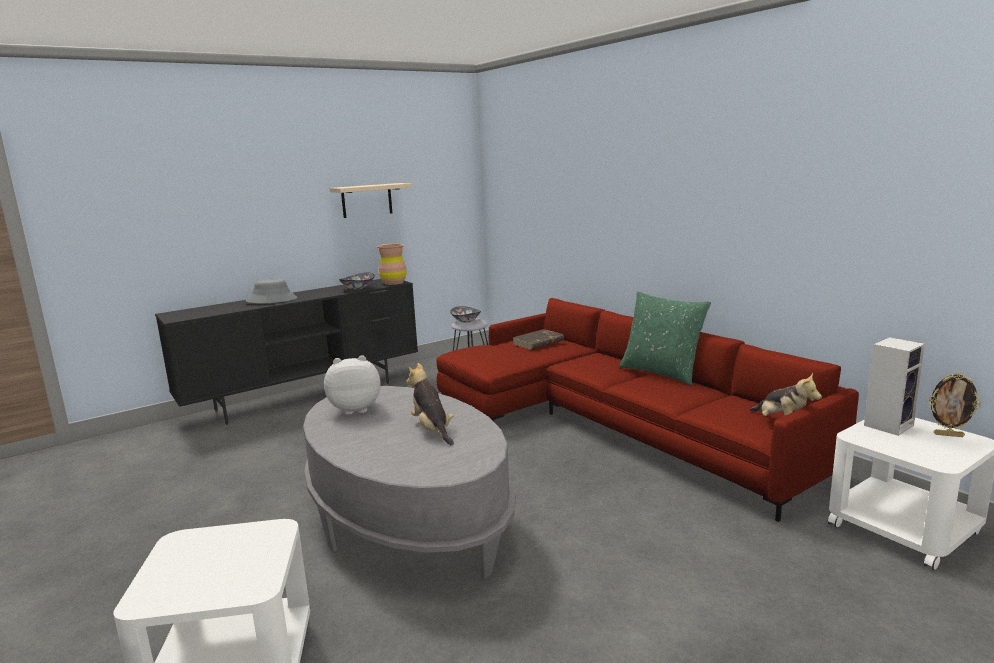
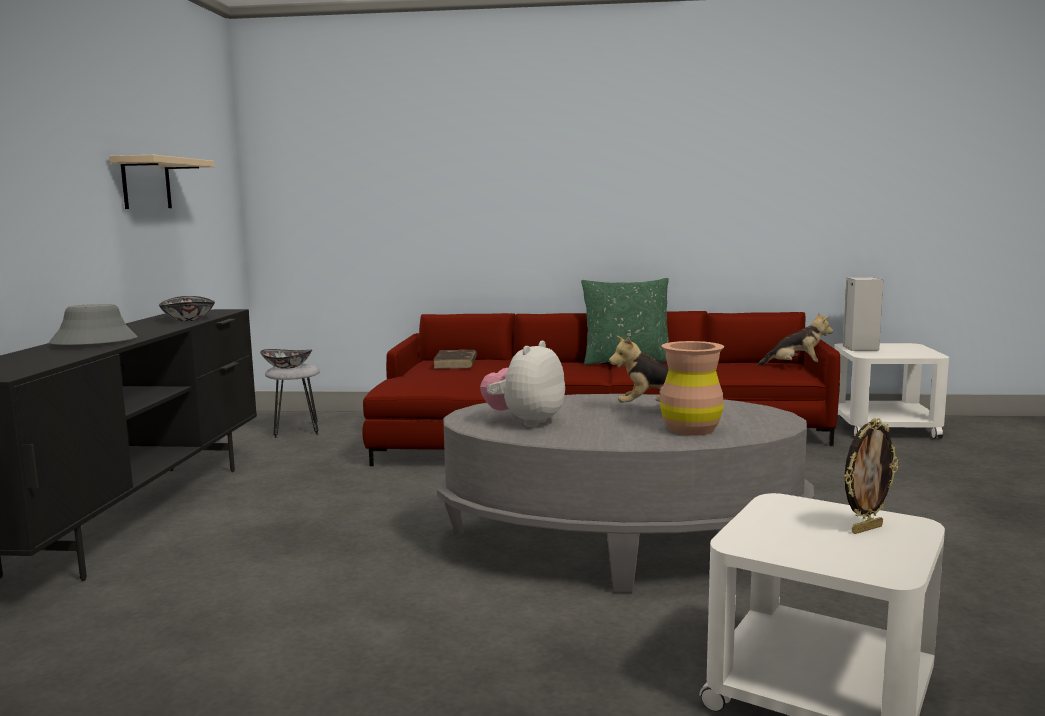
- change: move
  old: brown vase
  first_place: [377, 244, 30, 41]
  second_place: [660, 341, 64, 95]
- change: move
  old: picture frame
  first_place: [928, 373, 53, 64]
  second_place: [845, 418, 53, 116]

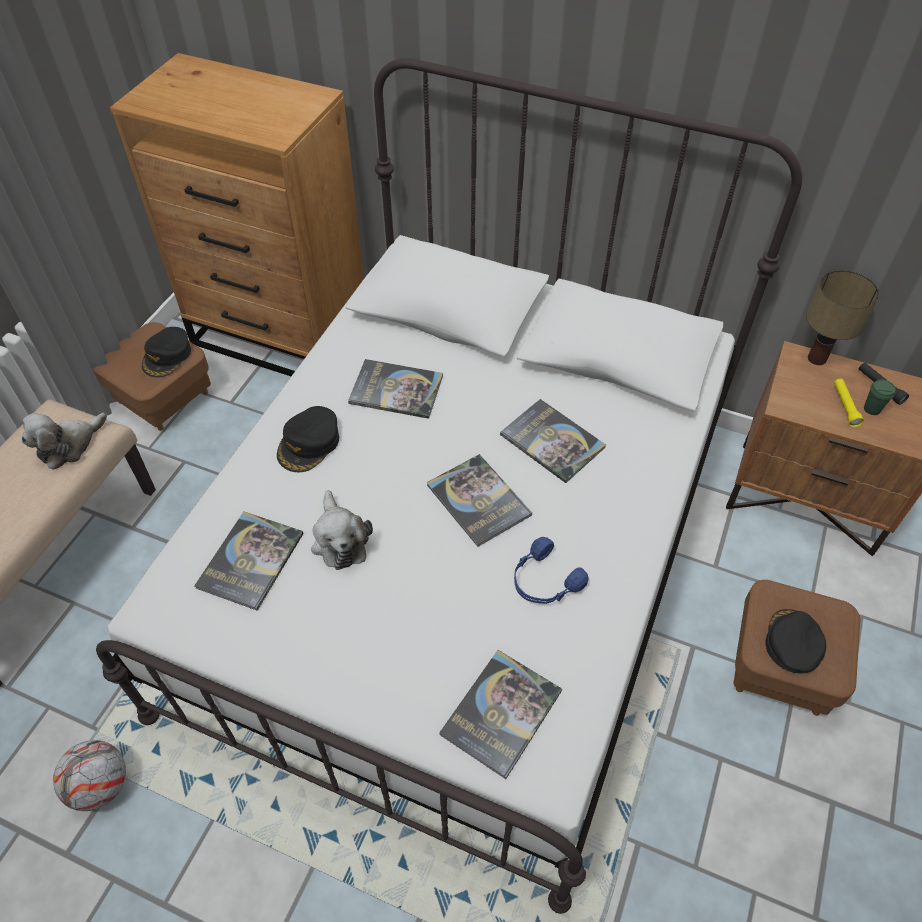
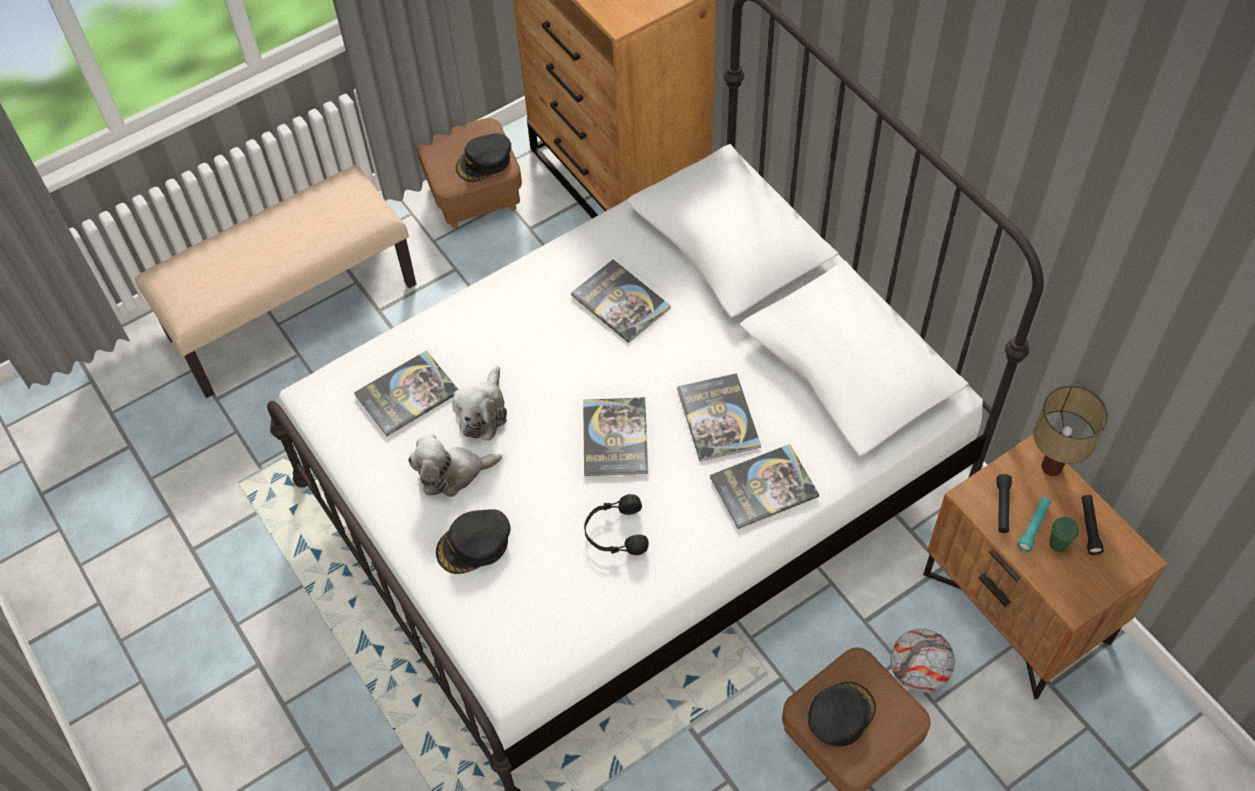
- change: recolor
  old: yellow flashlight
  new: turquoise flashlight
  first_place: [834, 379, 30, 48]
  second_place: [1017, 497, 34, 56]
- change: move
  old: black cap
  first_place: [277, 406, 62, 66]
  second_place: [436, 509, 74, 65]
- change: move
  old: plush toy
  first_place: [22, 413, 85, 57]
  second_place: [408, 434, 94, 63]
- change: recolor
  old: blue headphones
  new: black headphones
  first_place: [514, 537, 75, 67]
  second_place: [584, 494, 65, 61]
- change: move
  old: book
  first_place: [439, 650, 123, 129]
  second_place: [710, 444, 109, 85]
- change: move
  old: football
  first_place: [53, 740, 73, 71]
  second_place: [891, 629, 64, 64]
- change: insert
  new: black flashlight
  second_place: [997, 474, 15, 59]

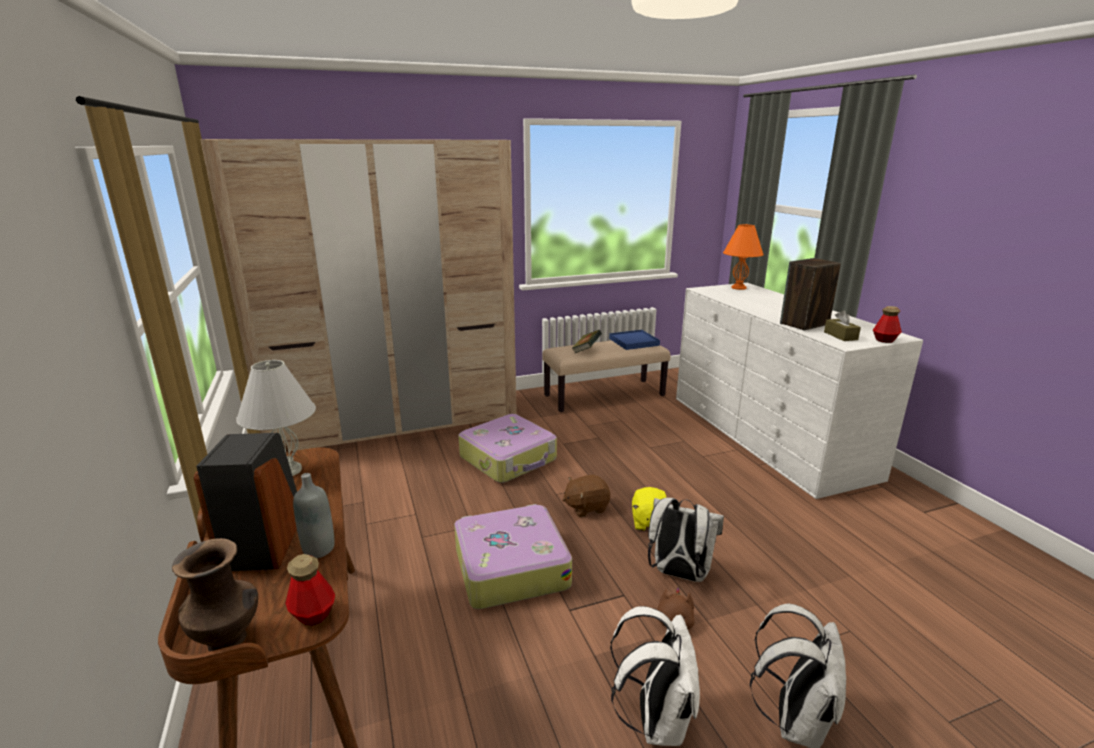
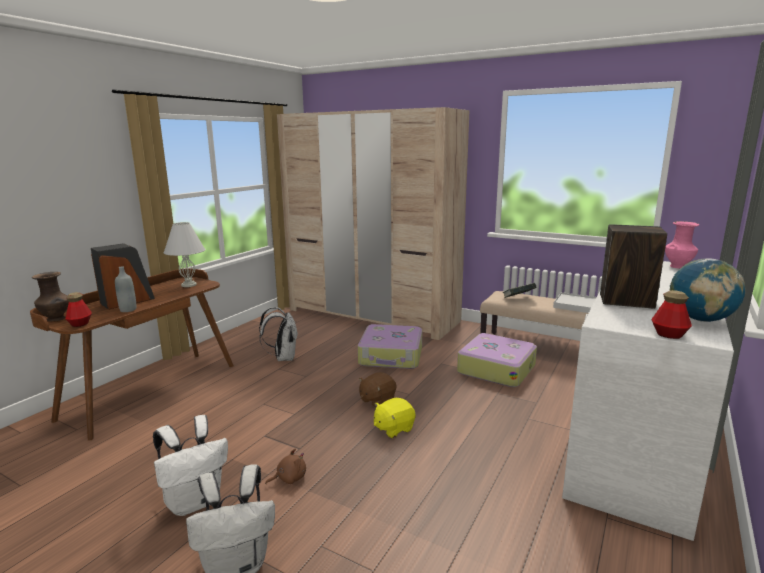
- change: replace
  old: orange table lamp
  new: pink vase
  first_place: [723, 224, 41, 66]
  second_place: [665, 221, 34, 47]
- change: delete
  old: brown tissue box
  first_place: [824, 311, 37, 30]
- change: recolor
  old: blue tray
  new: white tray
  first_place: [609, 330, 51, 20]
  second_place: [553, 292, 43, 21]
- change: rotate
  old: brown plush toy
  first_place: [562, 475, 48, 42]
  second_place: [359, 372, 37, 36]
  degrees: -75
- change: move
  old: white backpack
  first_place: [648, 498, 76, 84]
  second_place: [259, 307, 39, 54]
- change: move
  old: suitcase
  first_place: [454, 504, 118, 105]
  second_place: [457, 333, 80, 54]
- change: insert
  new: globe
  second_place: [669, 258, 76, 64]

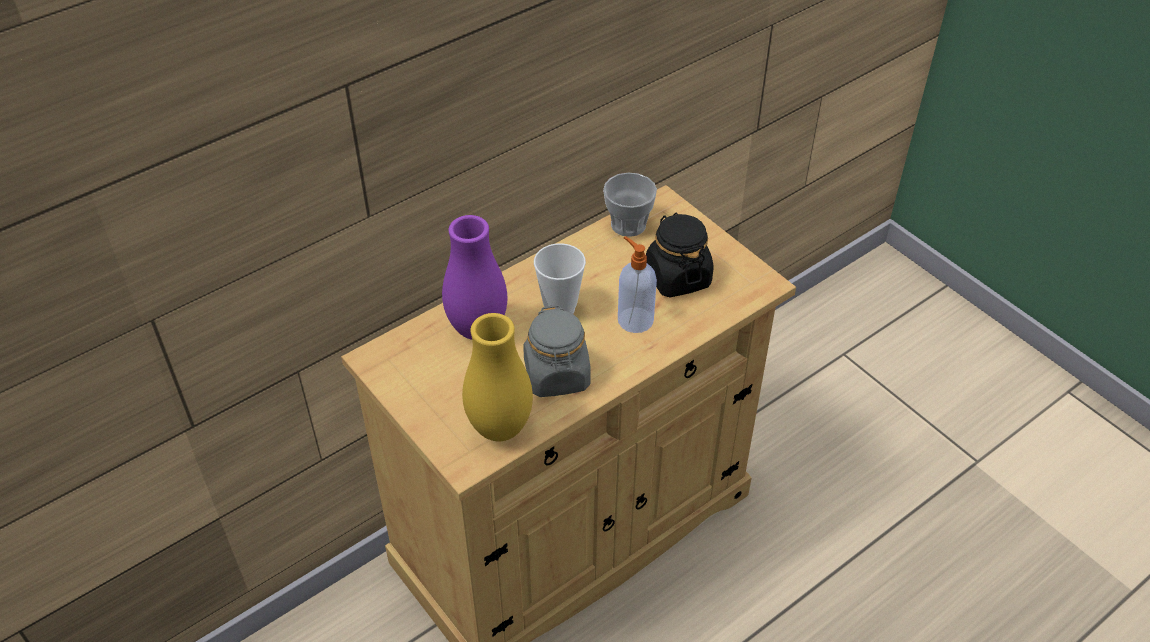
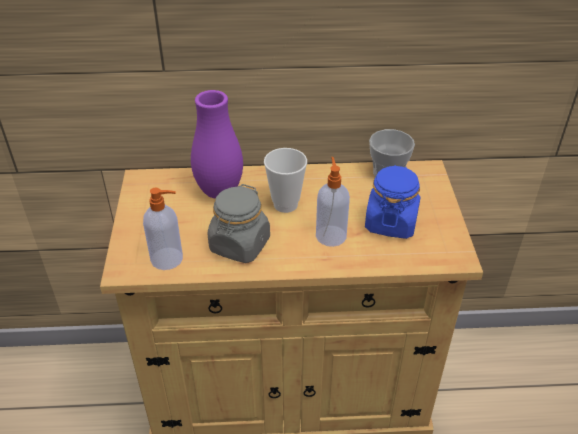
- change: recolor
  old: black jar
  new: blue jar
  first_place: [646, 213, 68, 84]
  second_place: [365, 165, 55, 74]
- change: replace
  old: yellow vase
  new: soap dispenser
  first_place: [462, 313, 71, 129]
  second_place: [143, 188, 40, 82]

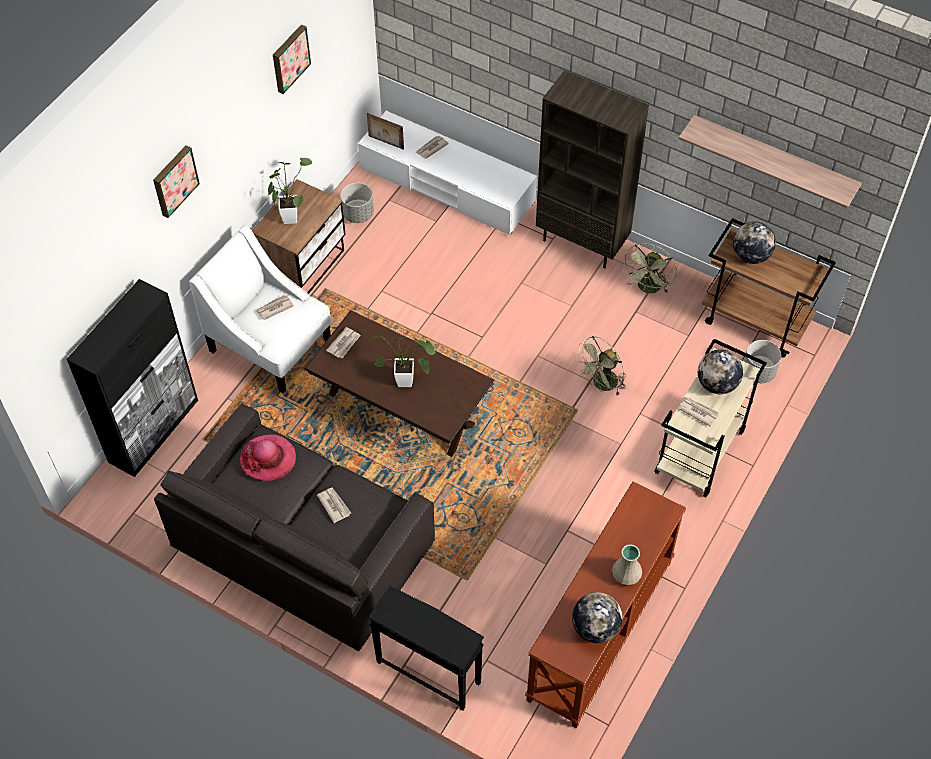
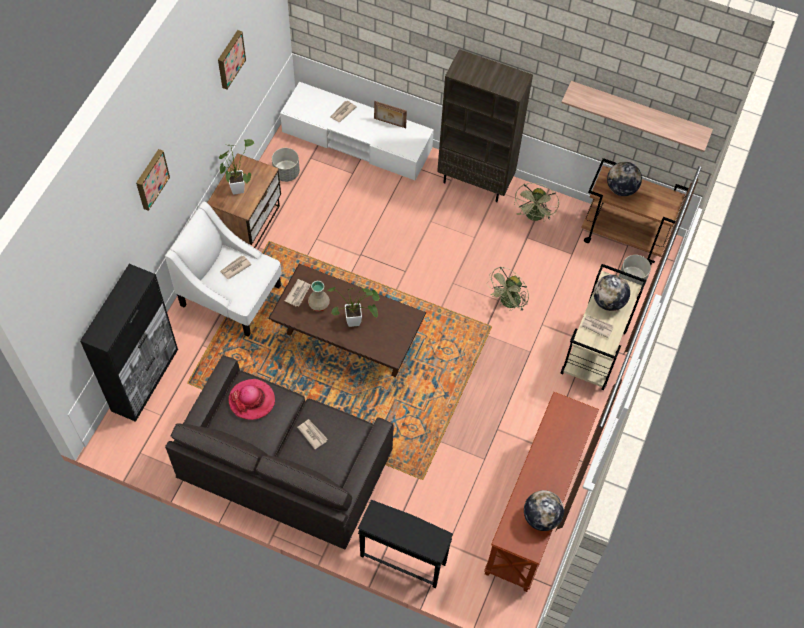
- change: move
  old: picture frame
  first_place: [367, 113, 37, 37]
  second_place: [374, 101, 33, 27]
- change: move
  old: beige vase
  first_place: [612, 544, 30, 42]
  second_place: [308, 281, 22, 31]

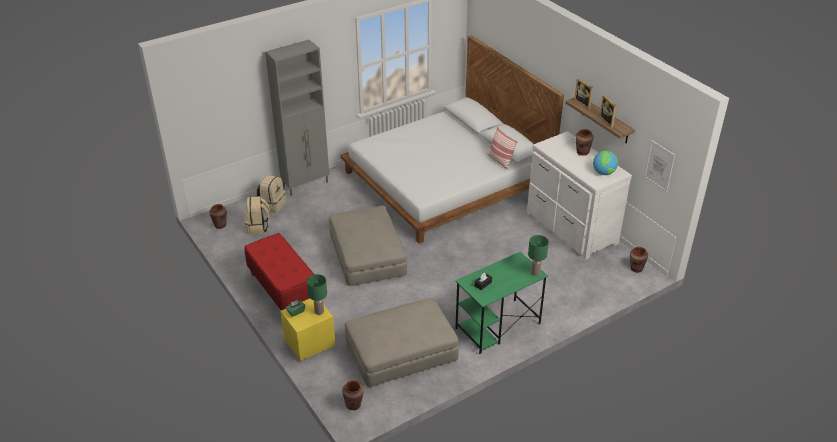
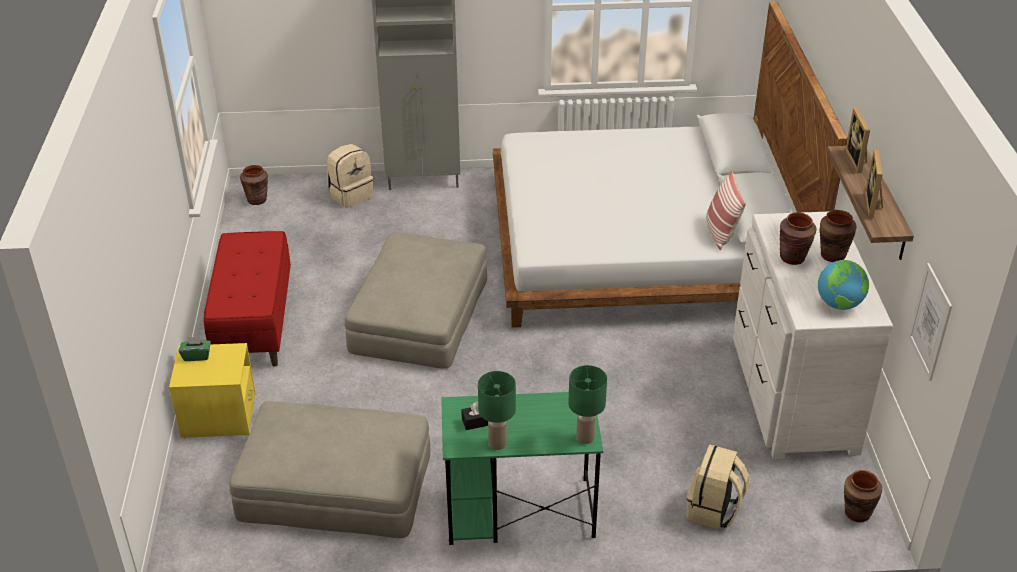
- change: move
  old: beige backpack
  first_place: [245, 196, 25, 38]
  second_place: [686, 445, 63, 85]
- change: move
  old: green table lamp
  first_place: [307, 274, 20, 41]
  second_place: [478, 371, 38, 79]
- change: move
  old: brown vase
  first_place: [342, 380, 22, 30]
  second_place: [780, 212, 37, 53]

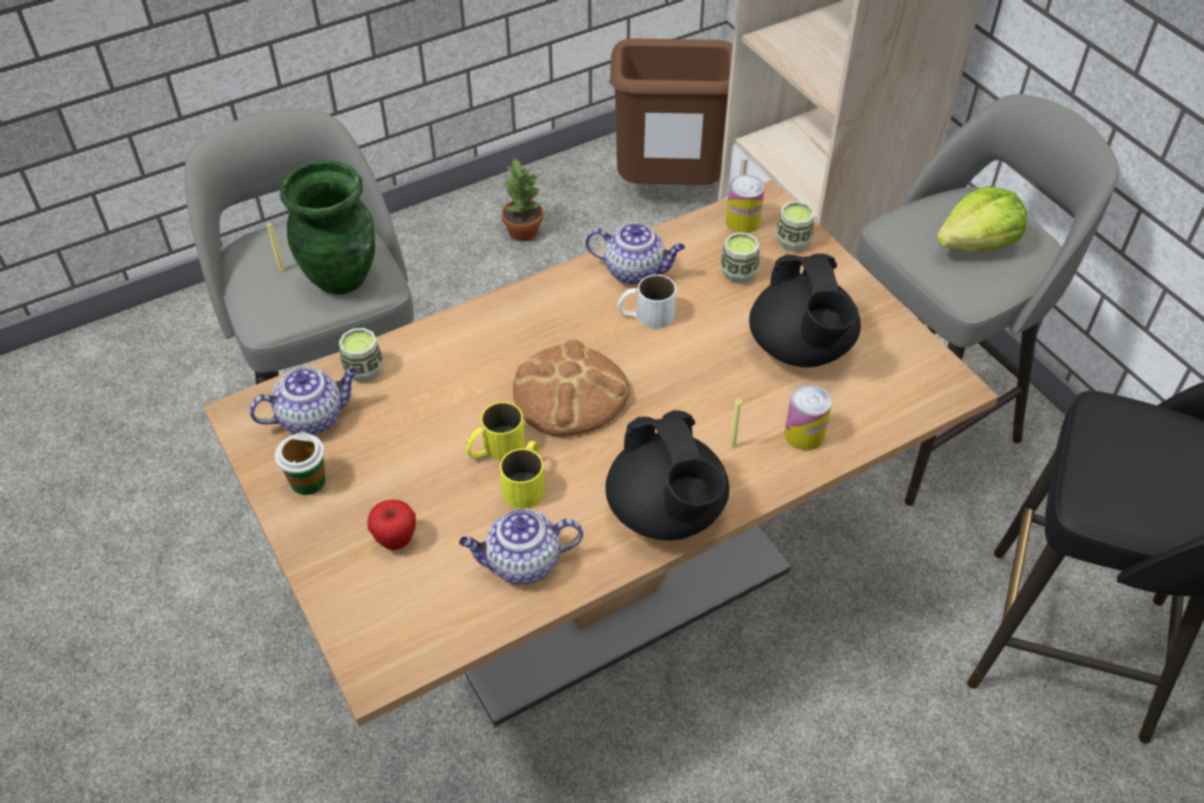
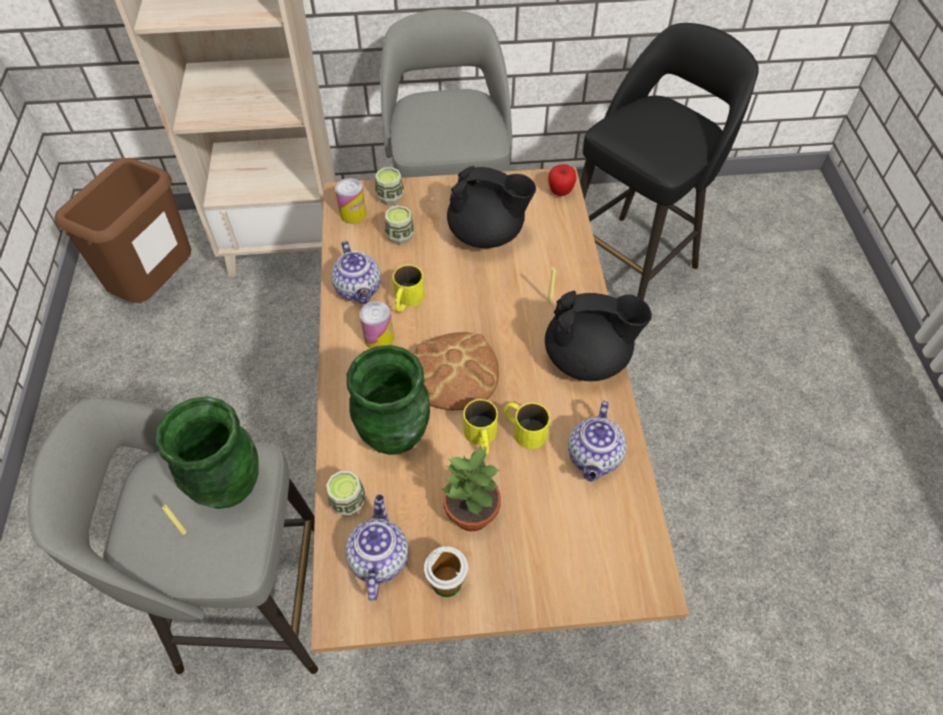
- change: move
  old: potted plant
  first_place: [501, 159, 42, 82]
  second_place: [442, 446, 59, 85]
- change: delete
  old: lettuce
  first_place: [937, 186, 90, 65]
- change: rotate
  old: teapot
  first_place: [585, 222, 100, 63]
  second_place: [331, 241, 50, 63]
  degrees: 120
- change: recolor
  old: white mug
  new: yellow mug
  first_place: [617, 275, 59, 54]
  second_place: [393, 265, 32, 47]
- change: move
  old: can
  first_place: [784, 384, 48, 66]
  second_place: [359, 301, 35, 47]
- change: move
  old: apple
  first_place: [367, 500, 49, 50]
  second_place: [548, 164, 28, 32]
- change: insert
  new: green vase
  second_place: [347, 345, 83, 110]

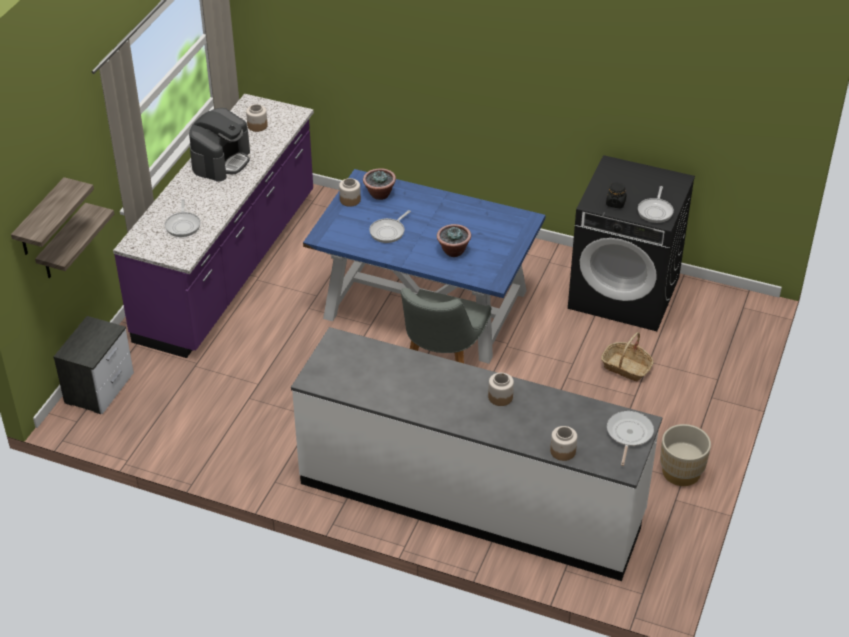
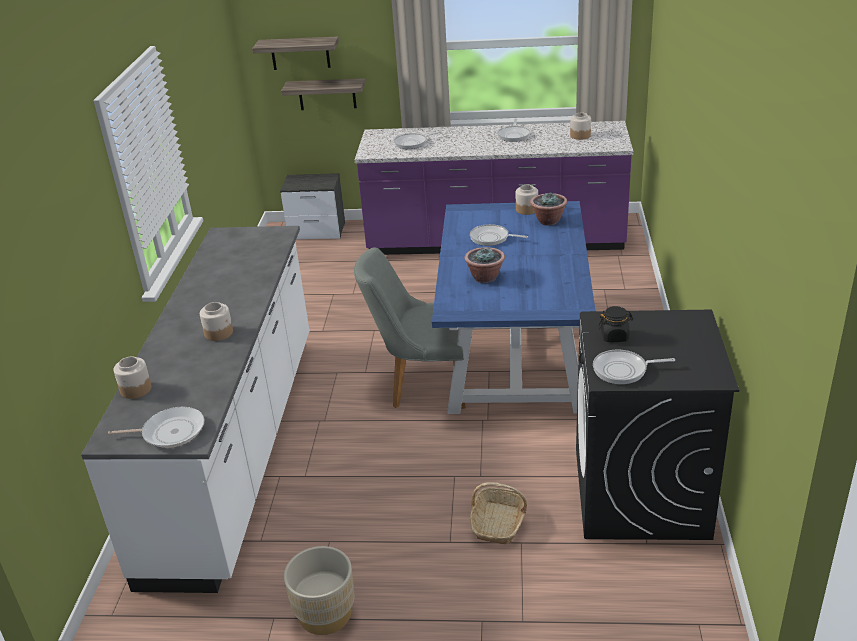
- change: replace
  old: coffee machine
  new: frying pan
  first_place: [189, 108, 61, 74]
  second_place: [497, 118, 33, 24]

